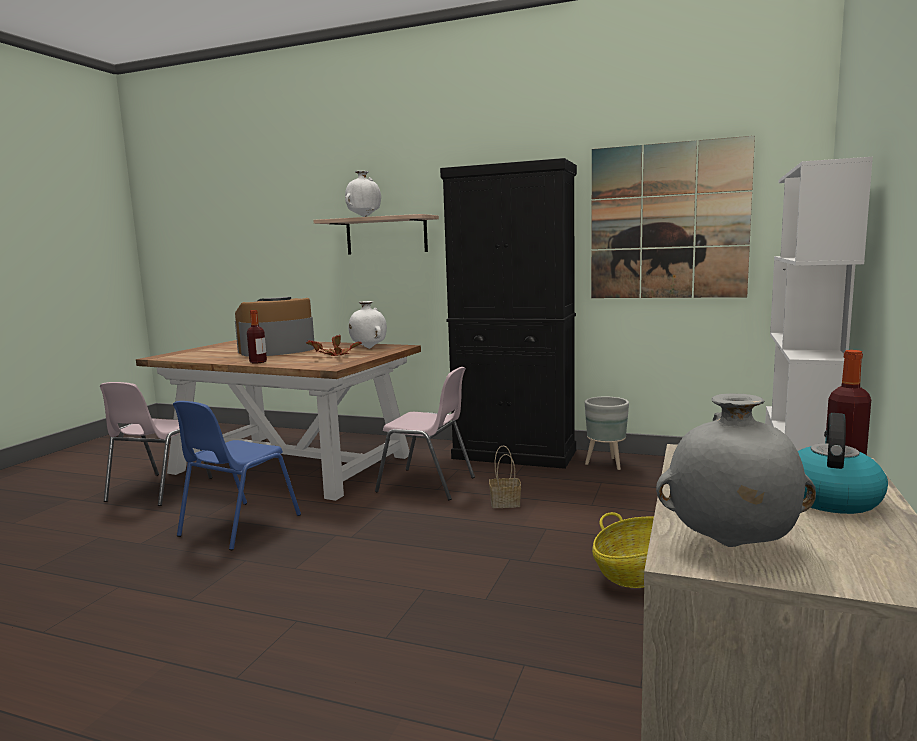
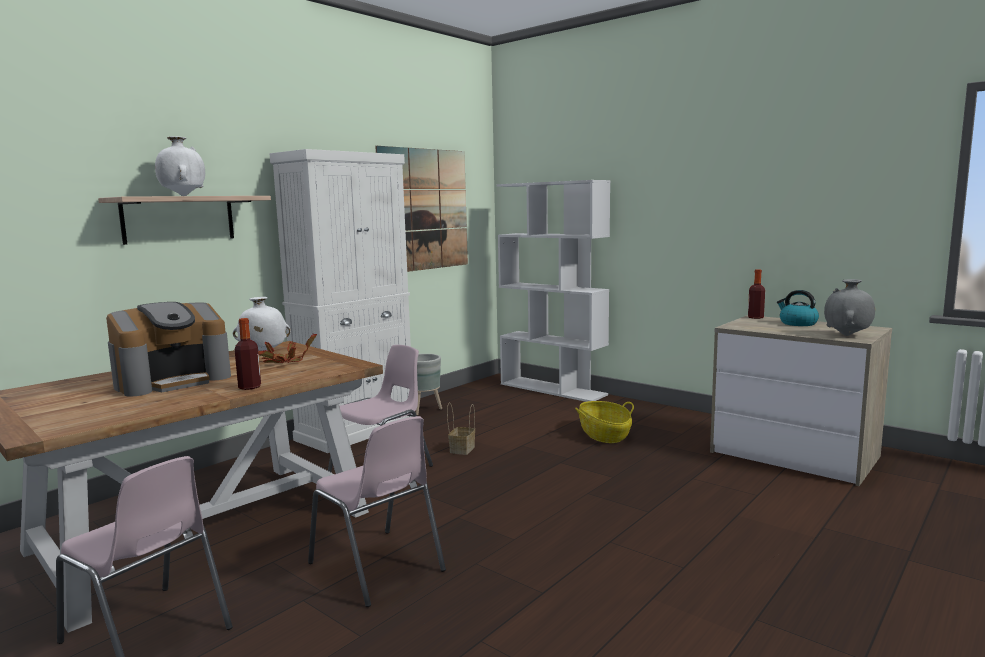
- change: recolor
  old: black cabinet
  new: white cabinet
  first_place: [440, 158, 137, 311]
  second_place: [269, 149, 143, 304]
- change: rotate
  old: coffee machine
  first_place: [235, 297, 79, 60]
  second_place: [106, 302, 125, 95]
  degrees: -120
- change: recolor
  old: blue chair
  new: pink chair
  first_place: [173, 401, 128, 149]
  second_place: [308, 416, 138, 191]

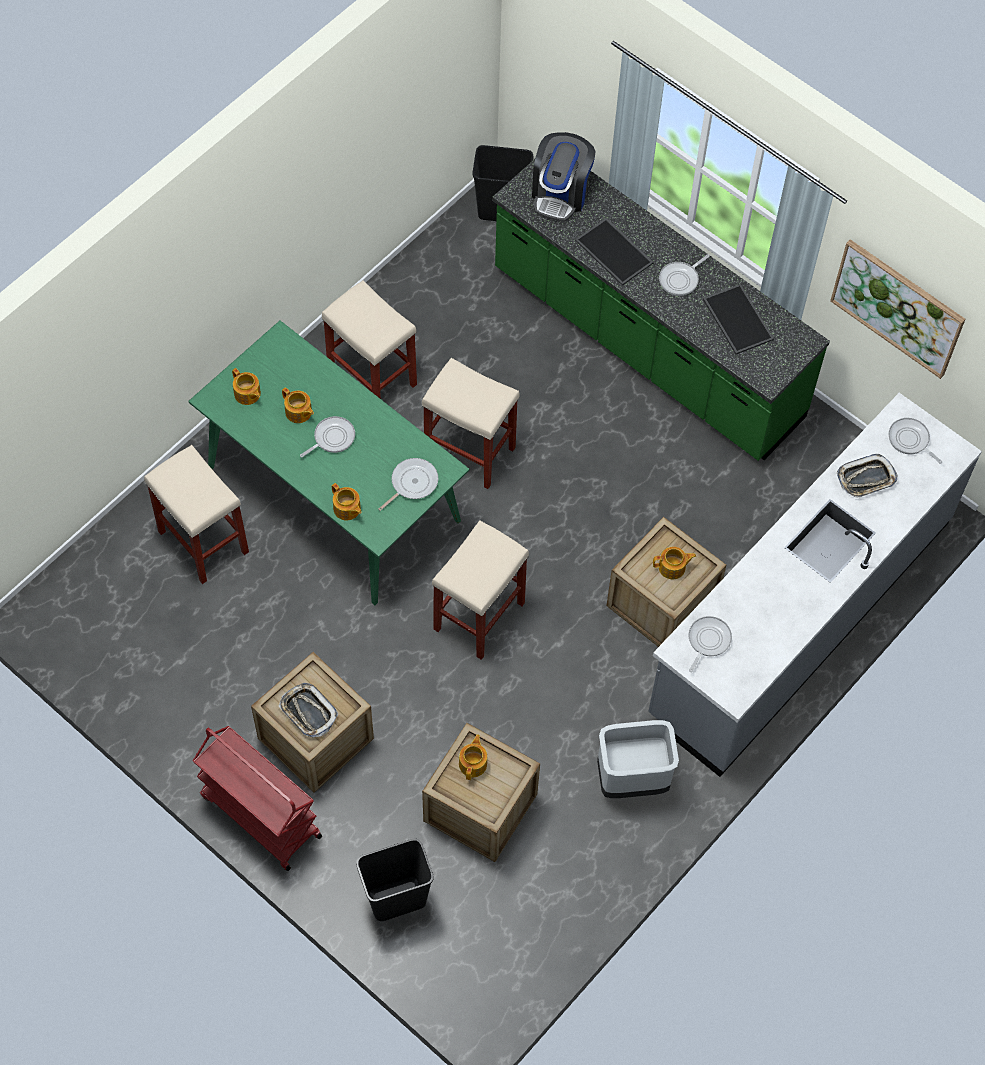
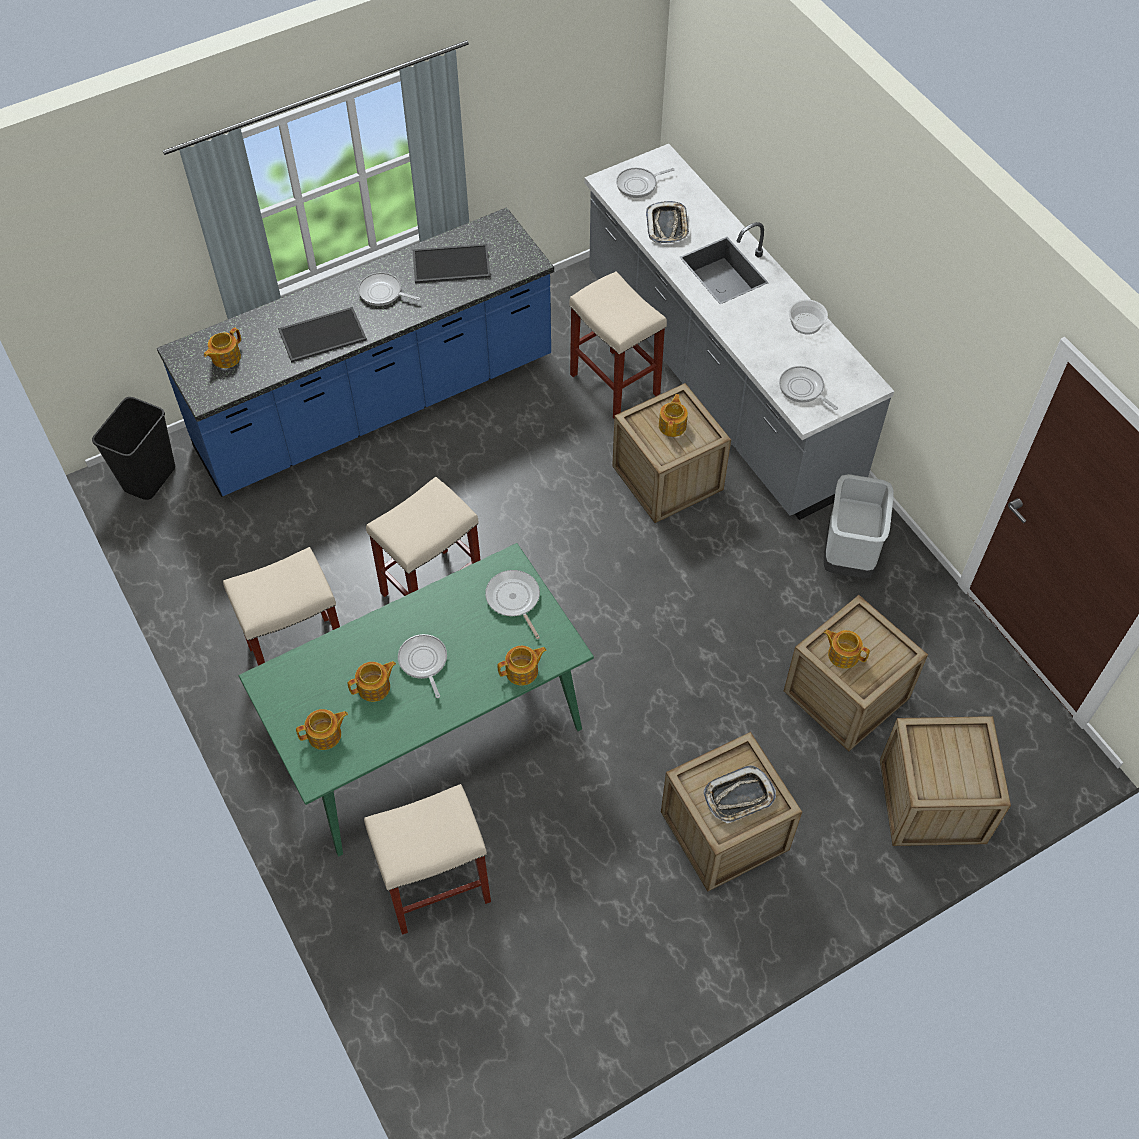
- change: replace
  old: coffee machine
  new: teapot
  first_place: [532, 132, 63, 90]
  second_place: [204, 327, 37, 41]
- change: recolor
  old: green counter
  new: blue counter
  first_place: [492, 159, 338, 302]
  second_place: [157, 207, 397, 290]
- change: delete
  old: picture
  first_place: [830, 239, 135, 140]
- change: rotate
  old: frying pan
  first_place: [659, 254, 51, 42]
  second_place: [358, 272, 62, 34]
  degrees: 135
- change: move
  old: beige stool
  first_place: [432, 520, 97, 140]
  second_place: [570, 271, 97, 147]
- change: delete
  old: red cart
  first_place: [192, 726, 130, 145]
- change: replace
  old: black trash can
  new: crate
  first_place: [356, 839, 78, 82]
  second_place: [880, 716, 131, 130]
- change: insert
  new: bowl
  second_place: [789, 299, 39, 36]

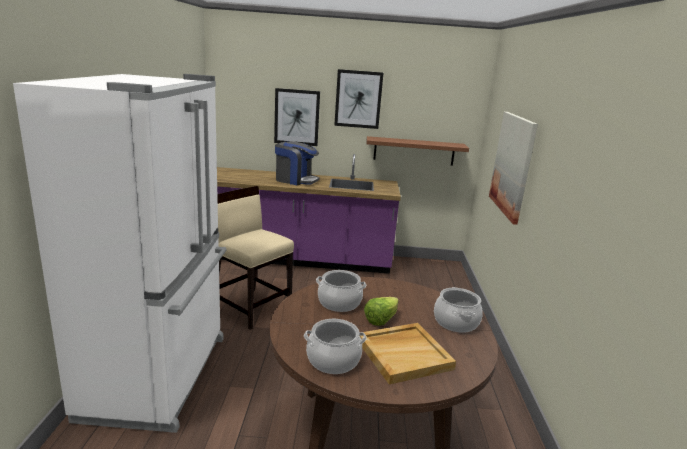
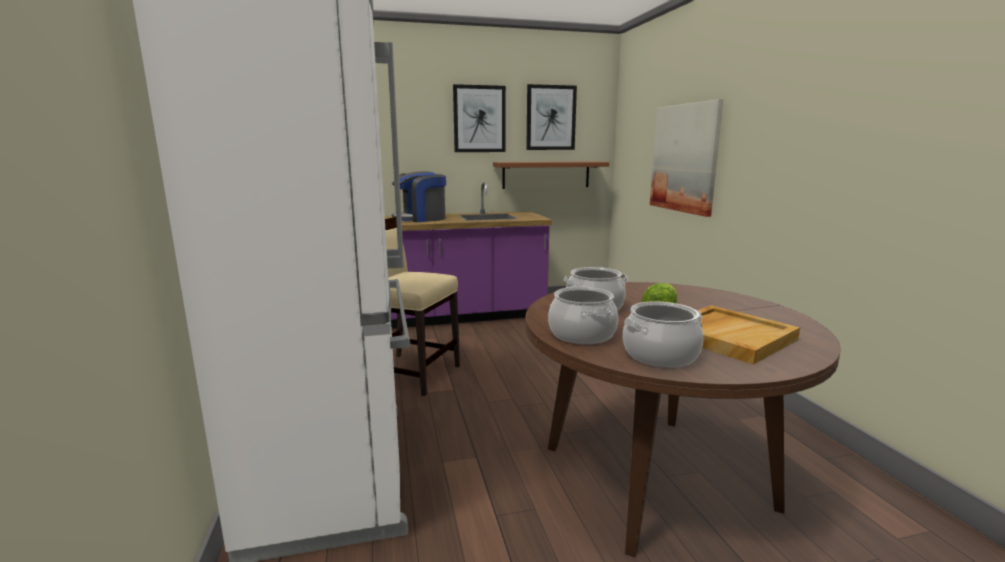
- change: move
  old: picture
  first_place: [274, 88, 46, 58]
  second_place: [526, 84, 51, 66]
- change: rotate
  old: coffee machine
  first_place: [275, 141, 45, 44]
  second_place: [392, 171, 54, 51]
  degrees: 150
- change: move
  old: cooking pot
  first_place: [434, 287, 49, 46]
  second_place: [548, 287, 70, 57]

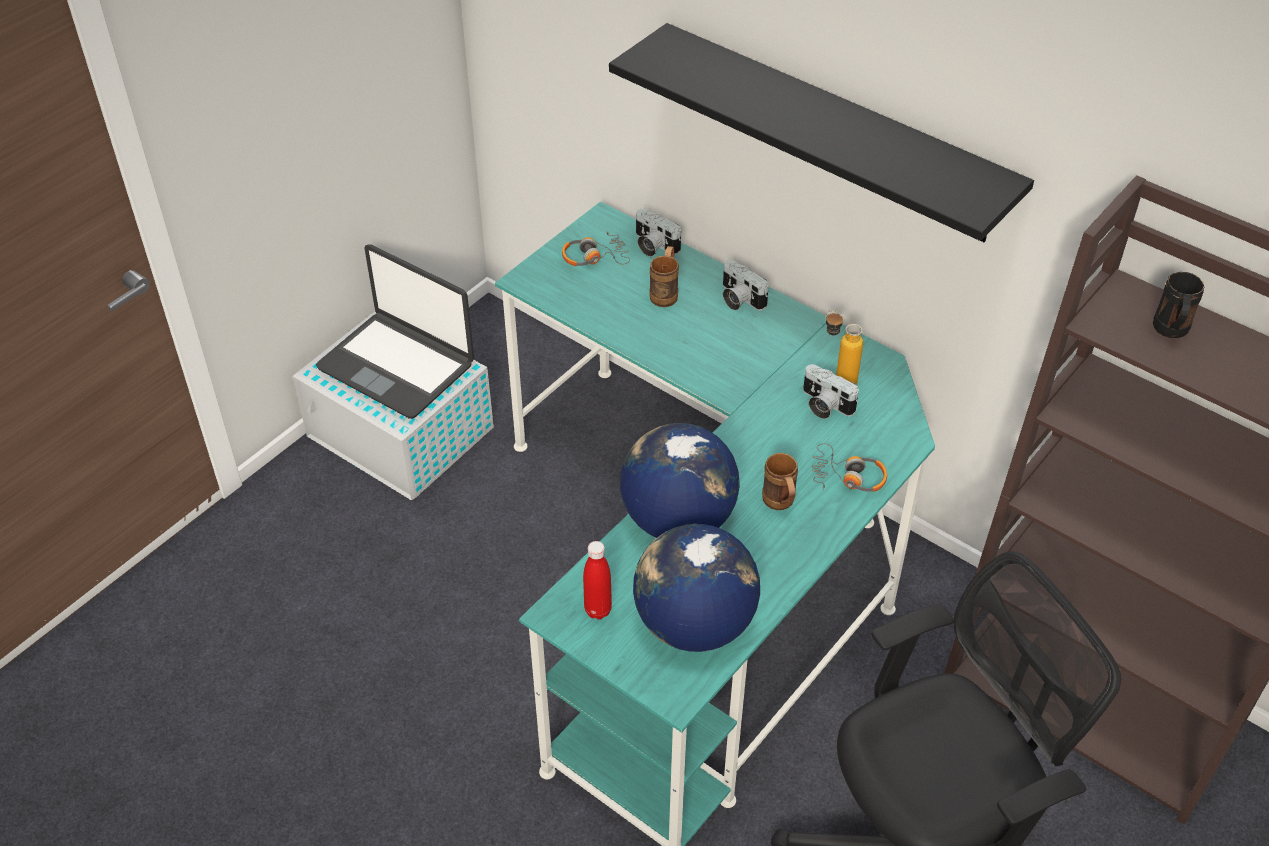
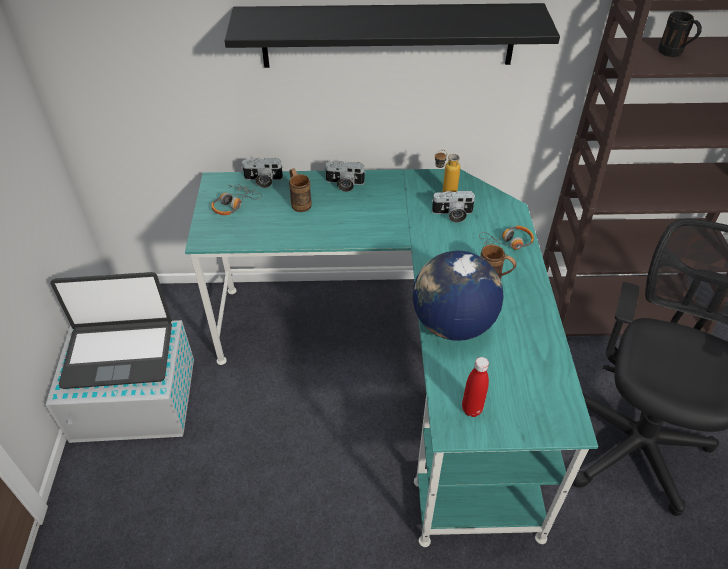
- change: delete
  old: globe
  first_place: [633, 524, 127, 128]

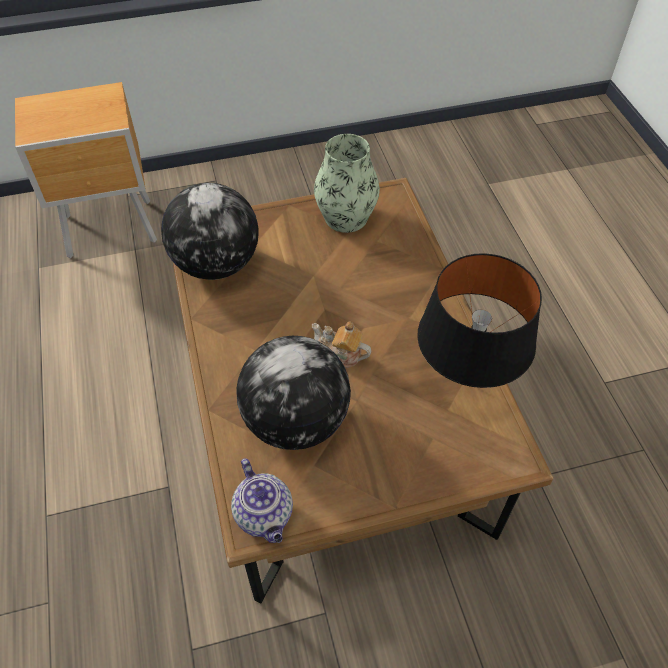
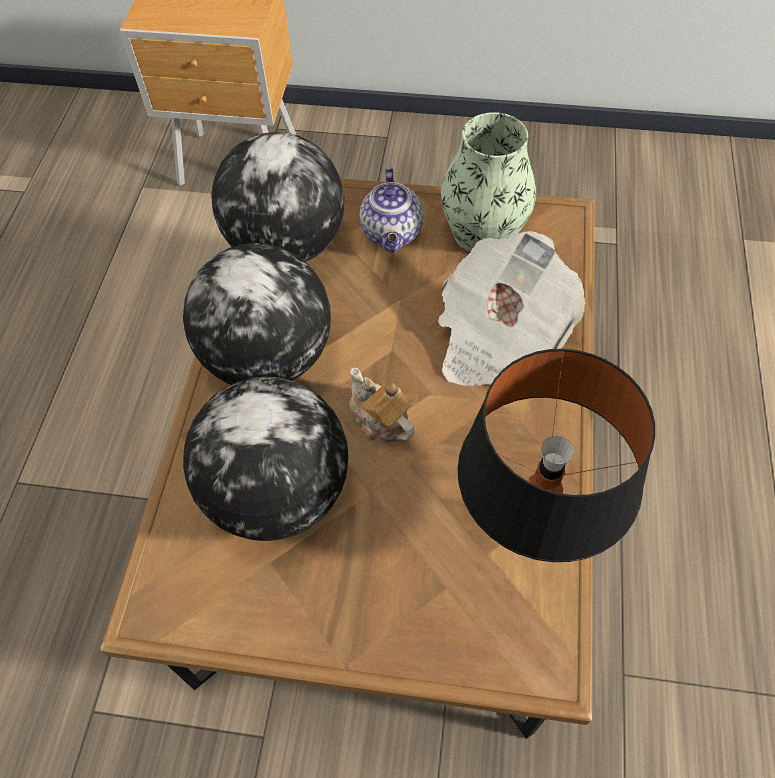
- change: move
  old: teapot
  first_place: [231, 458, 62, 85]
  second_place: [359, 167, 65, 86]
- change: insert
  new: newspaper
  second_place: [438, 231, 147, 155]
- change: insert
  new: globe
  second_place: [183, 243, 148, 142]

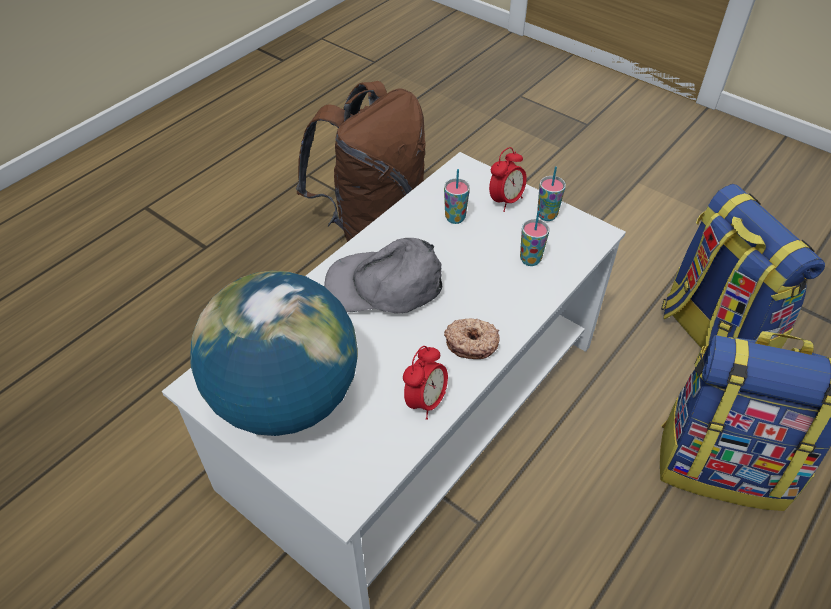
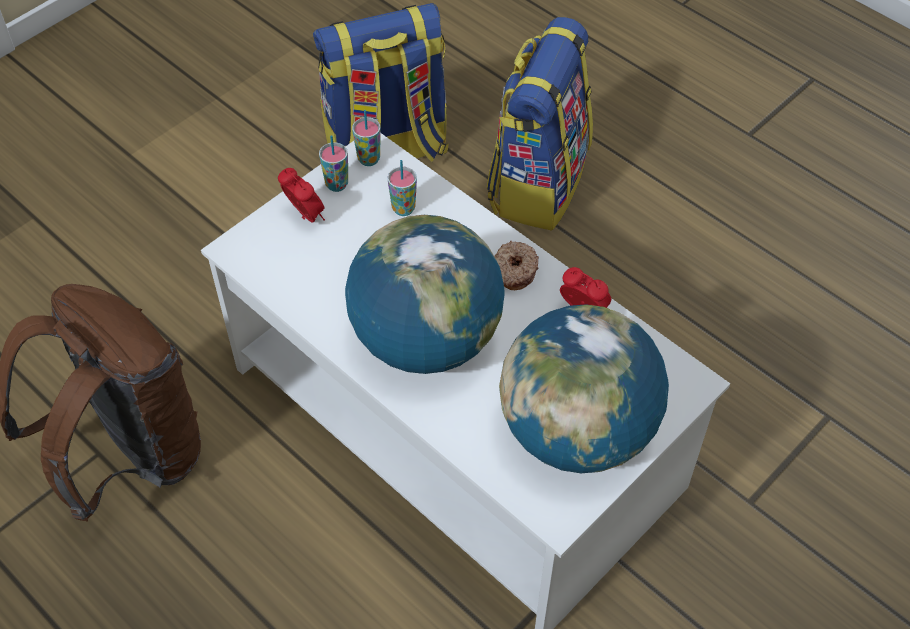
- change: move
  old: cup
  first_place: [444, 169, 26, 55]
  second_place: [352, 110, 29, 56]
- change: replace
  old: grey cap
  new: globe
  first_place: [324, 238, 118, 75]
  second_place: [345, 215, 160, 159]

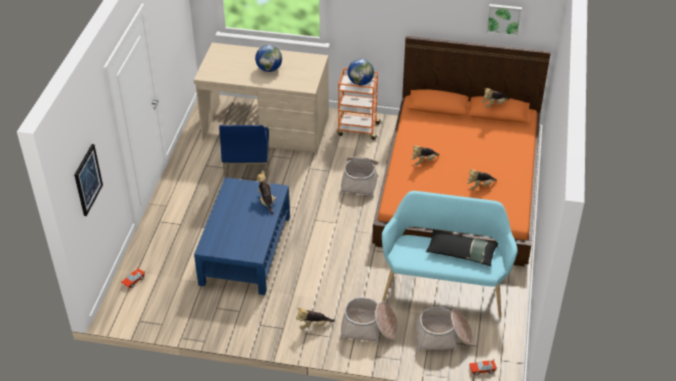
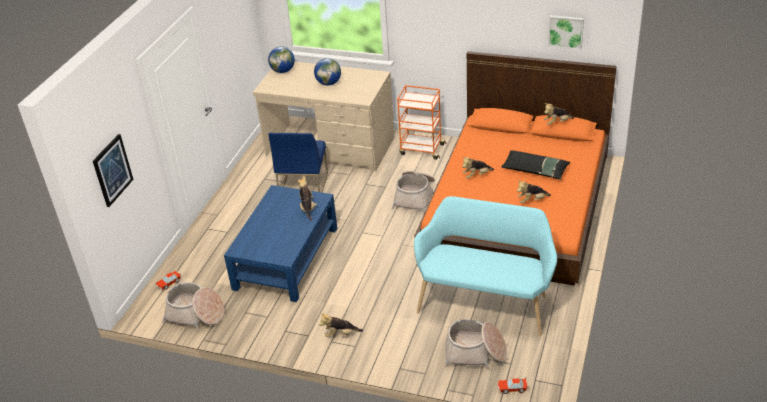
- change: move
  old: globe
  first_place: [348, 59, 26, 26]
  second_place: [268, 46, 27, 27]
- change: move
  old: black pillow
  first_place: [426, 229, 72, 37]
  second_place: [501, 150, 69, 30]
- change: move
  old: basket
  first_place: [339, 297, 59, 48]
  second_place: [162, 282, 63, 48]

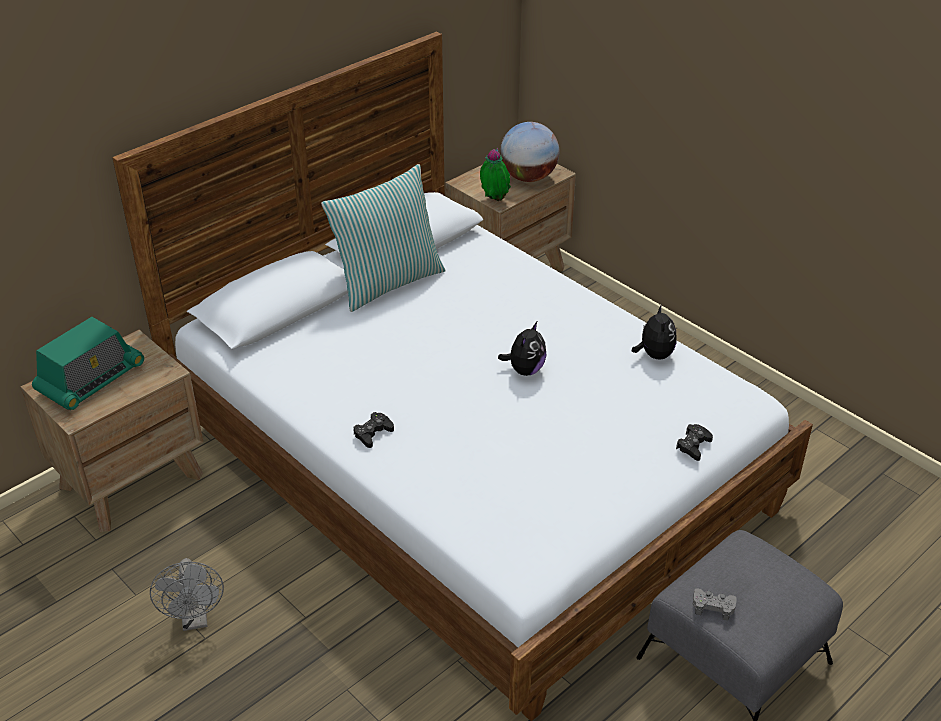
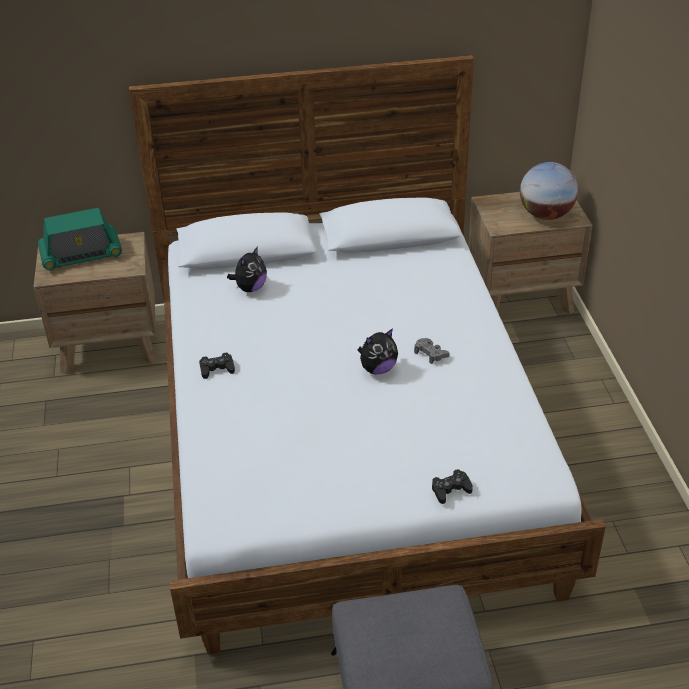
- change: delete
  old: potted plant
  first_place: [480, 148, 31, 53]
- change: delete
  old: pillow
  first_place: [321, 164, 125, 148]
- change: move
  old: plush toy
  first_place: [632, 304, 44, 56]
  second_place: [227, 246, 40, 46]
- change: delete
  old: grey fan
  first_place: [150, 558, 74, 73]
- change: move
  old: grey game controller
  first_place: [693, 589, 44, 32]
  second_place: [414, 338, 35, 26]

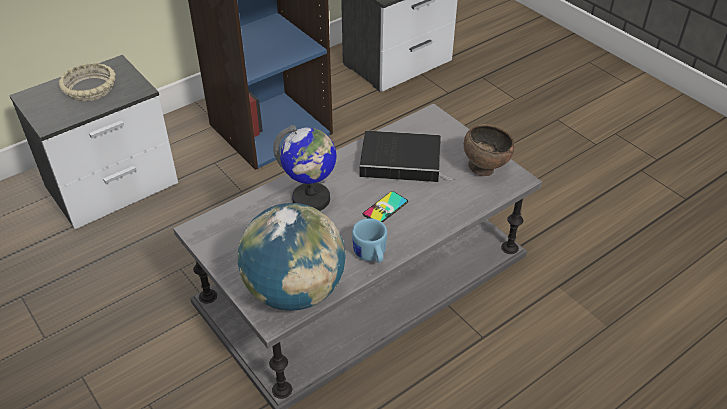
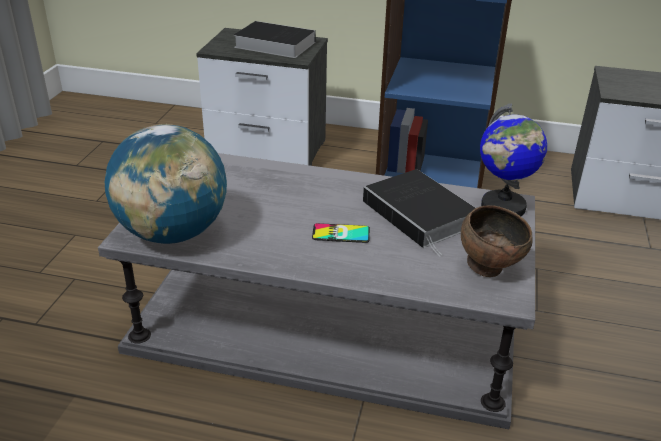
- change: replace
  old: beige bowl
  new: book
  first_place: [59, 63, 57, 38]
  second_place: [234, 21, 82, 37]
- change: move
  old: globe
  first_place: [273, 125, 63, 86]
  second_place: [480, 103, 67, 113]
- change: delete
  old: blue mug
  first_place: [352, 218, 35, 45]

